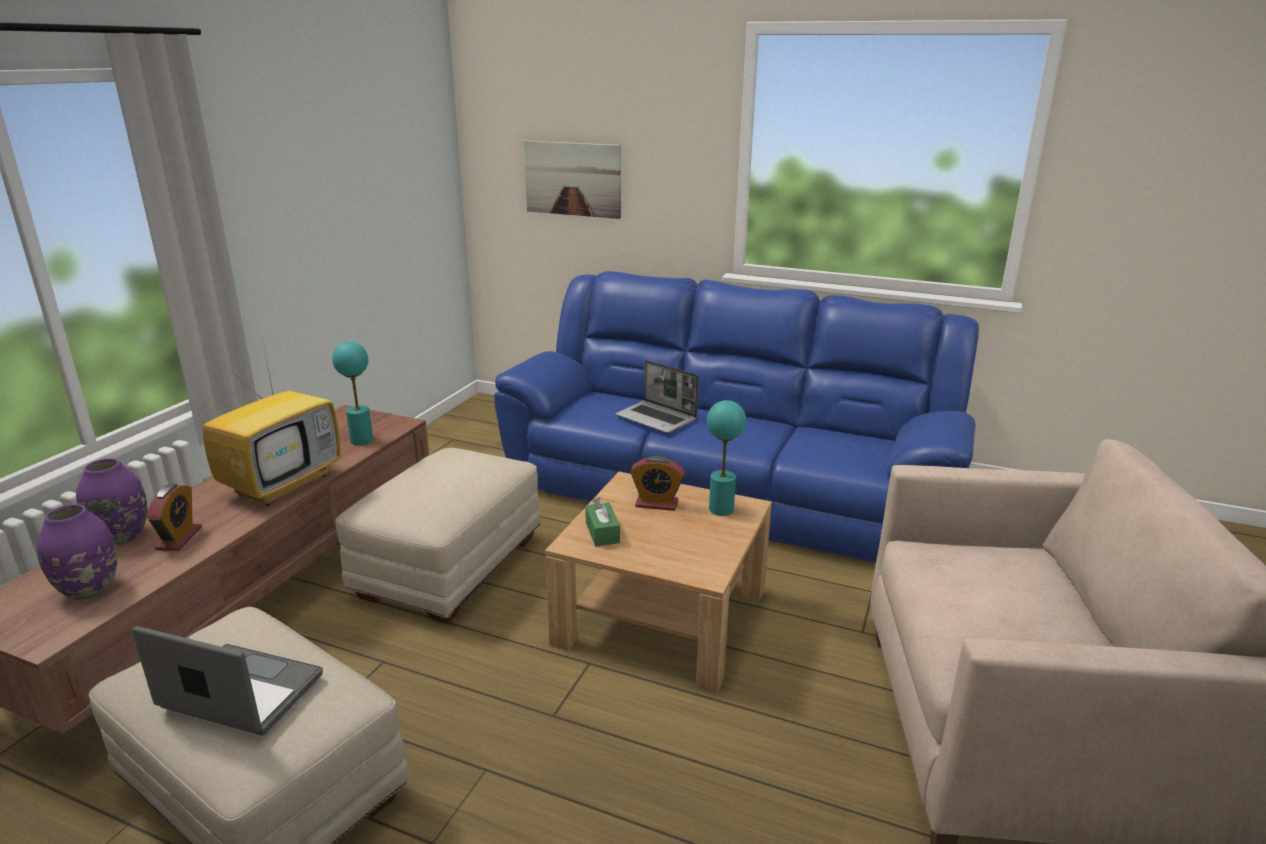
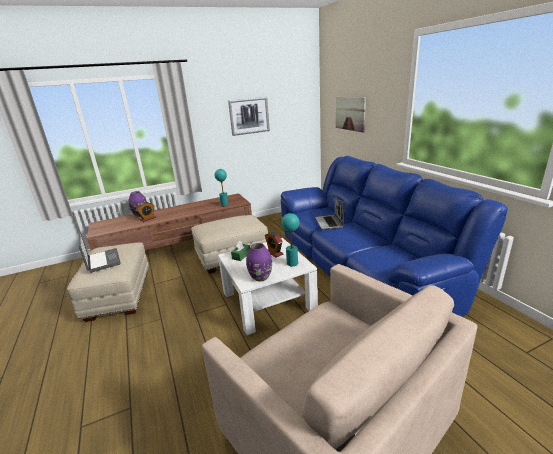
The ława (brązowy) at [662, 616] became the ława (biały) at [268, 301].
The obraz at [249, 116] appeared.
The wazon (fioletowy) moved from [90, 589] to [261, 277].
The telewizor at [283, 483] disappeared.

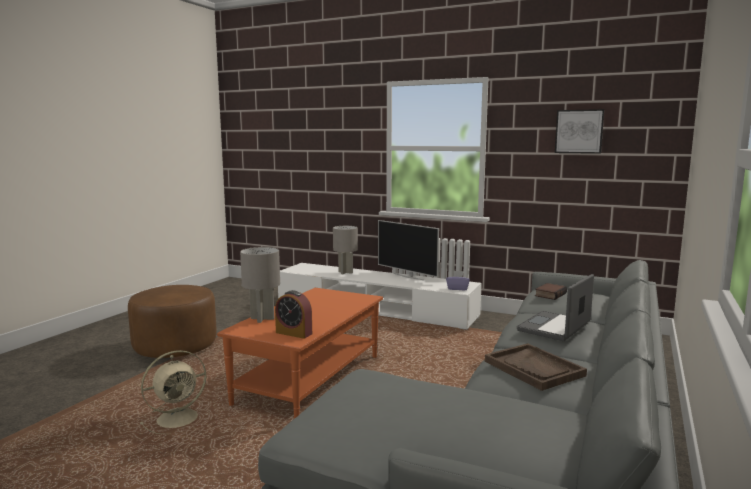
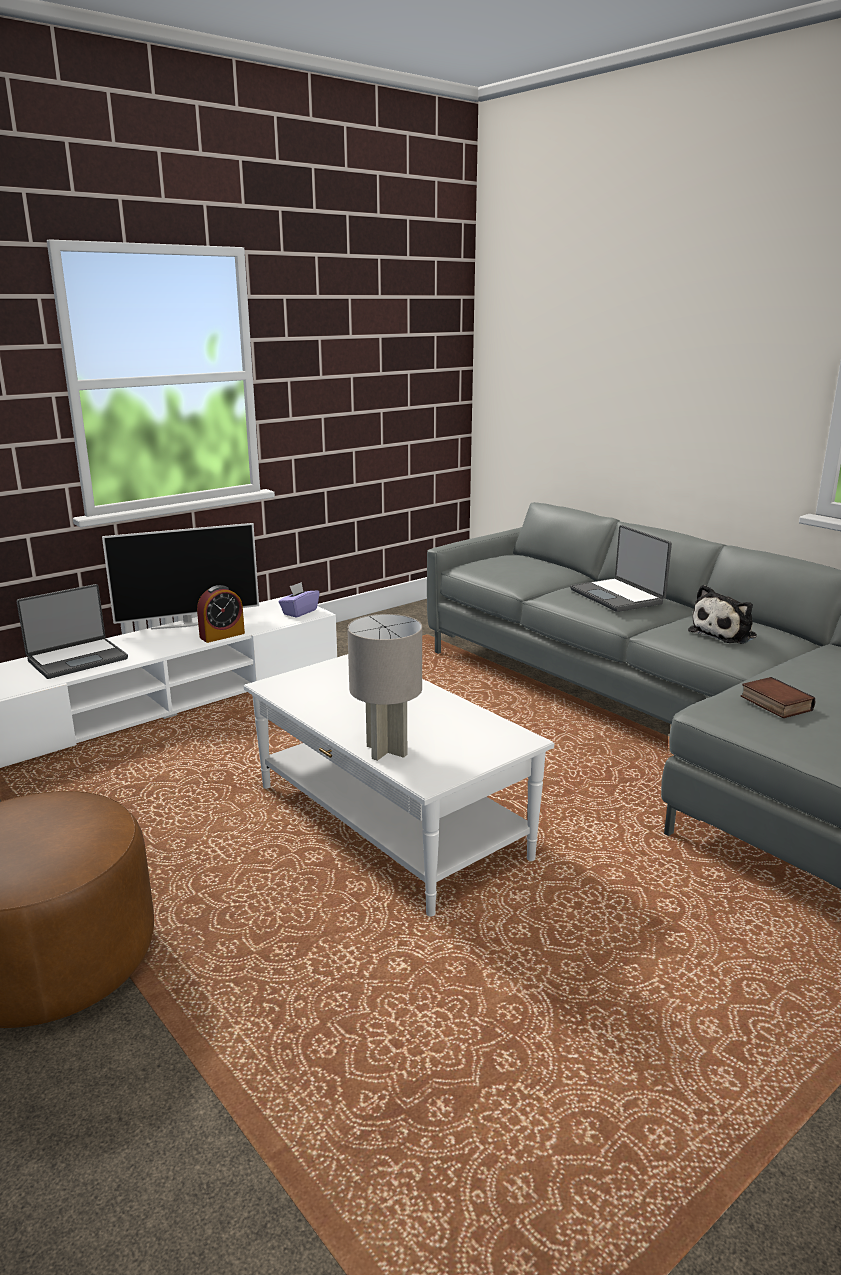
The lampa stołowa (szary) at [346, 272] was replaced by the laptop at [77, 659].
The budzik moved from [294, 333] to [222, 635].
The ława (pomarańczowy) at [309, 380] became the ława (biały) at [391, 822].
The taca (brązowy) at [534, 368] was replaced by the pluszak at [725, 633].
The książka moved from [549, 294] to [774, 703].
The wentylator (beżowy) at [179, 418] disappeared.
The obraz at [579, 131] disappeared.

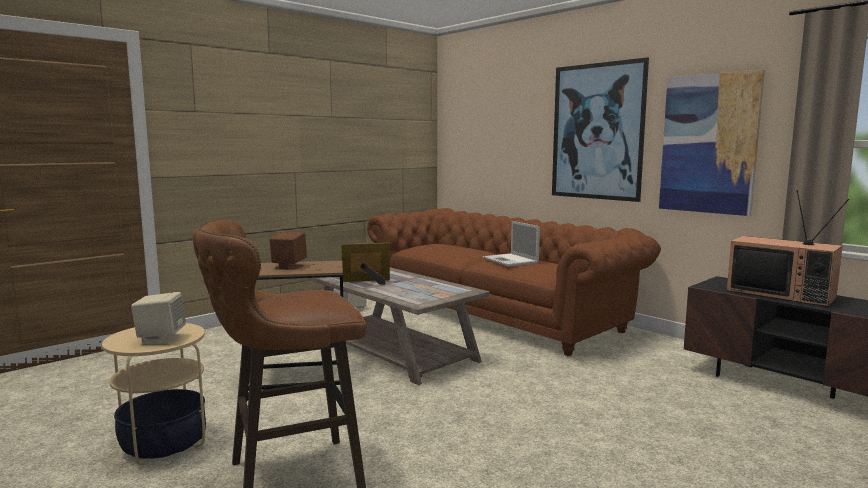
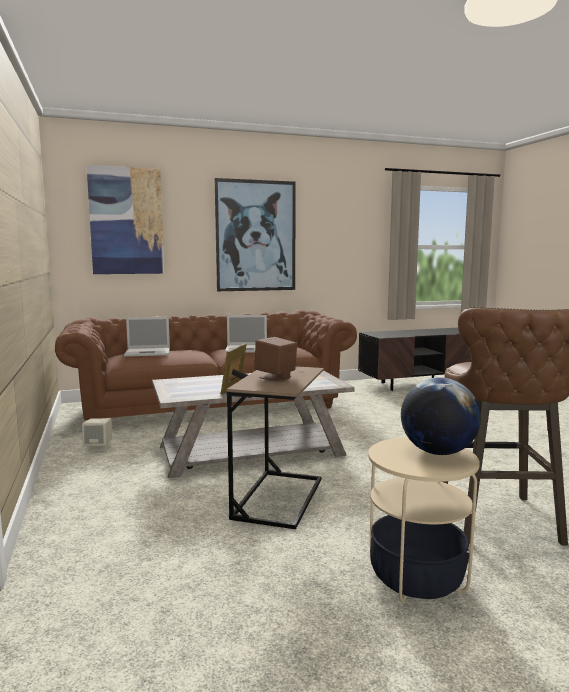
The obraz moved from [709, 144] to [126, 221].
The laptop at [148, 352] appeared.
The głośnik (beżowy) at [161, 339] was replaced by the globus at [438, 452].
The telewizor at [782, 294] disappeared.

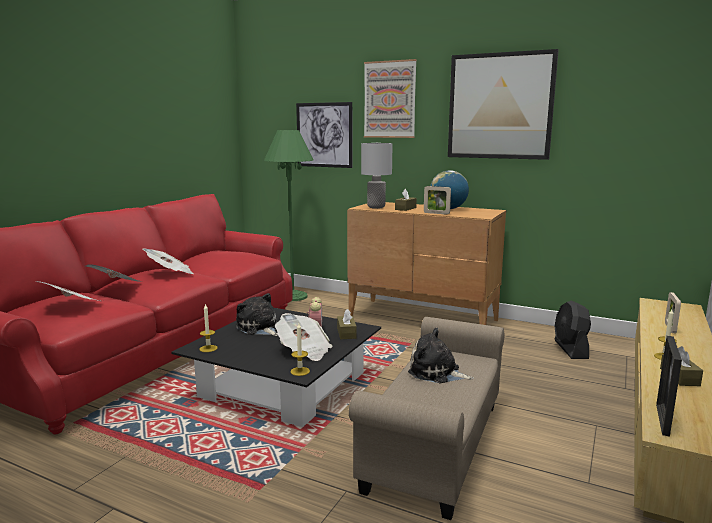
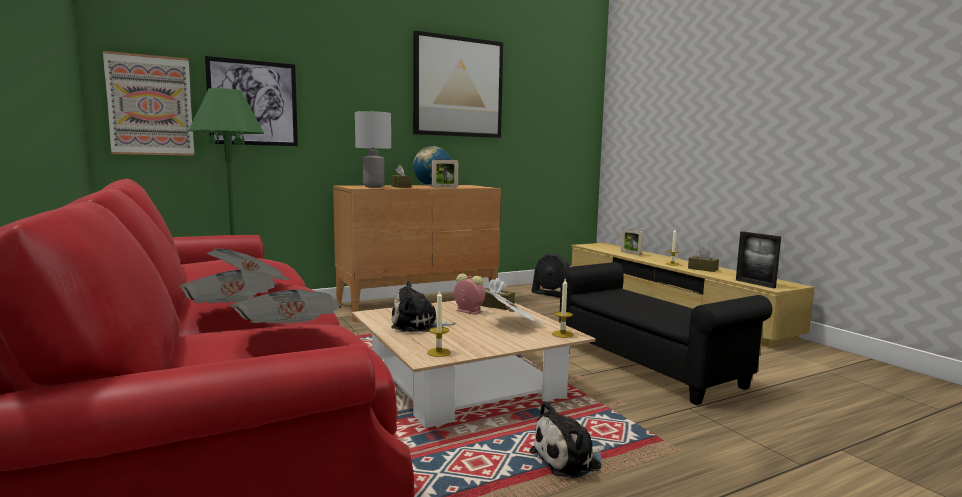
The obraz moved from [389, 99] to [150, 105].
The ława (czarny) at [284, 384] became the ława (beżowy) at [463, 383].
The pluszak moved from [437, 372] to [569, 459].
The pufa (beżowy) at [435, 445] became the pufa (czarny) at [647, 364].

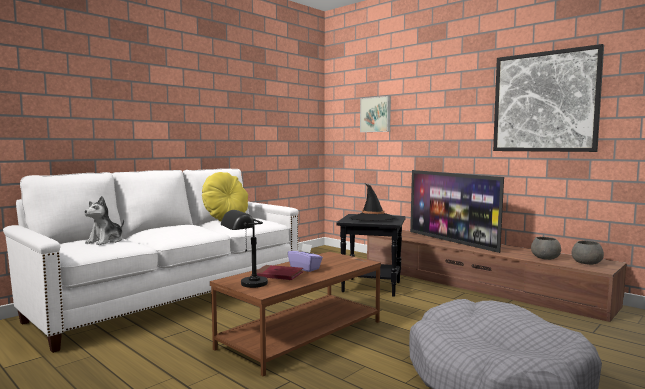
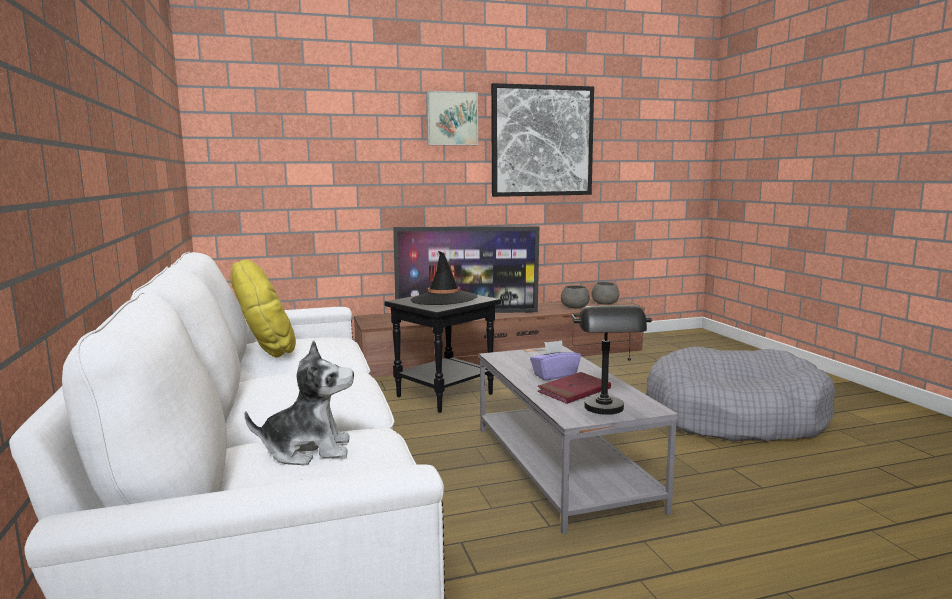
The pluszak at [106, 241] turned 60 degrees counterclockwise.
The obraz moved from [376, 114] to [451, 118].
The ława (brązowy) at [302, 334] became the ława (szary) at [561, 466].

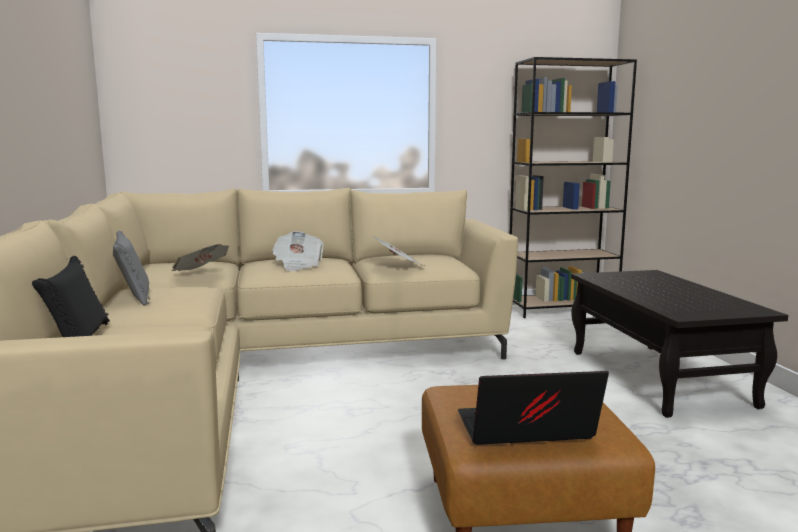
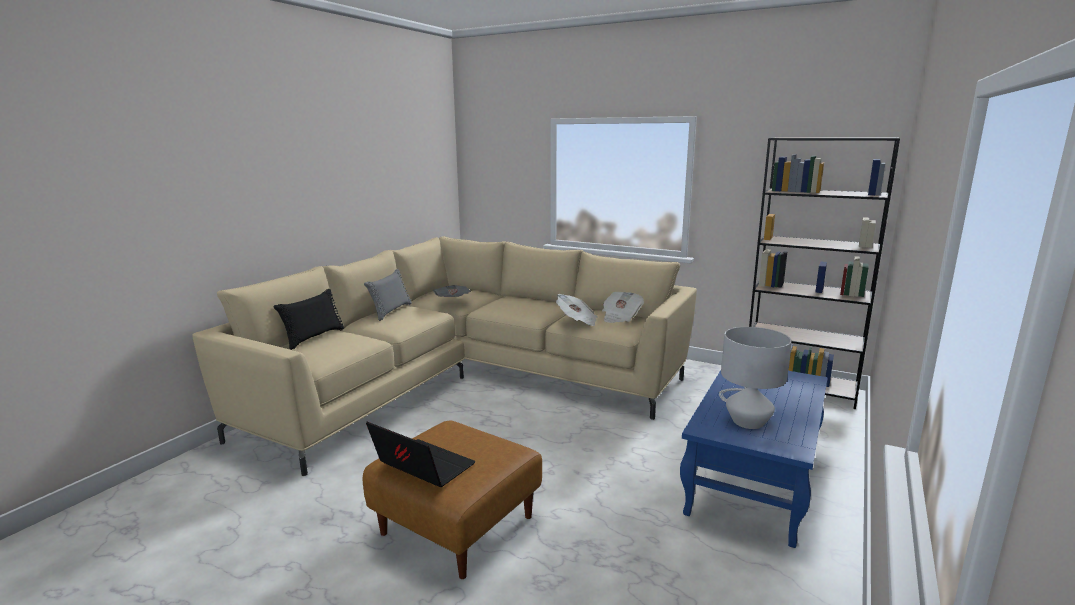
The gazeta moved from [298, 265] to [620, 317].
The ława (czarny) at [657, 377] became the ława (niebieski) at [753, 481].
The lampa stołowa (biały) at [745, 412] appeared.

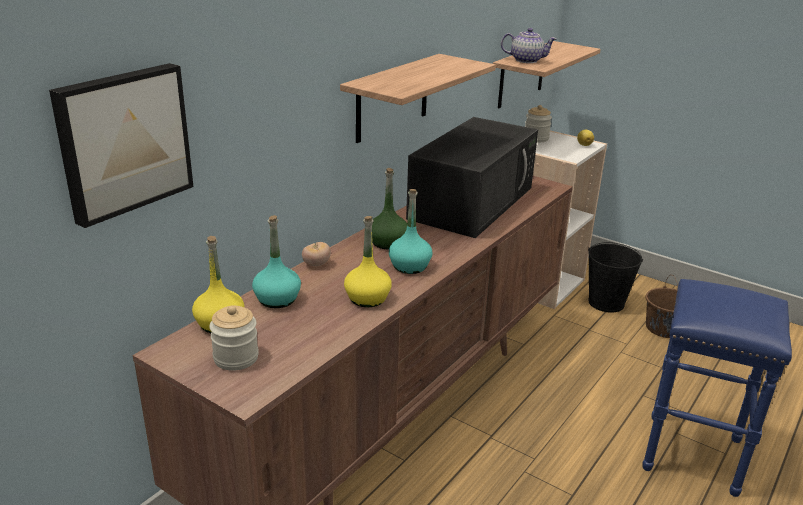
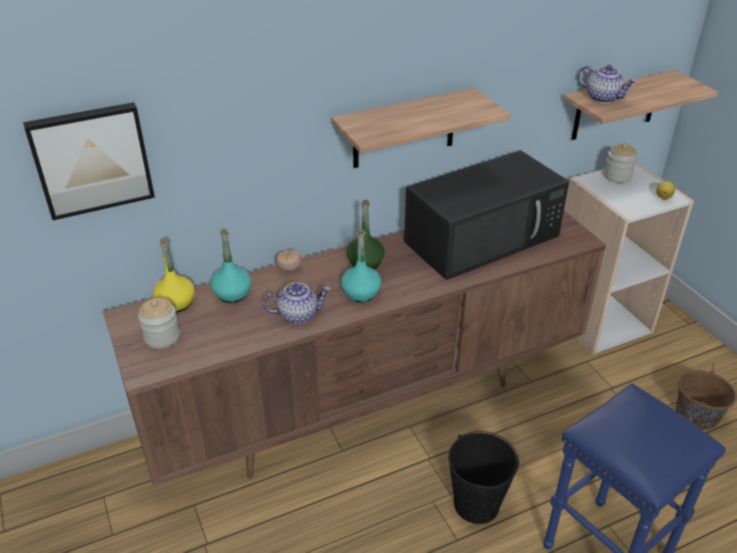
The butelka (żółty) at [367, 298] was replaced by the imbryk at [298, 315].
The wiadro (czarny) moved from [606, 303] to [476, 504].

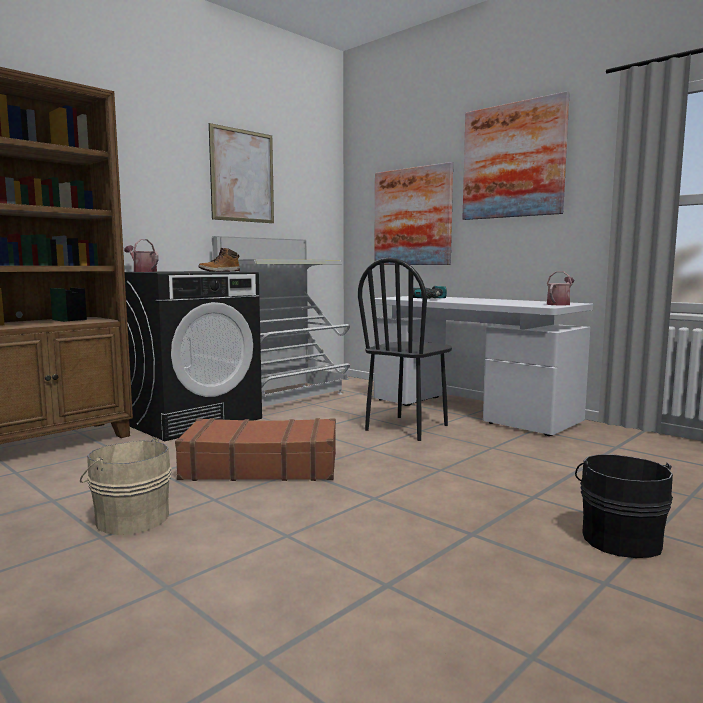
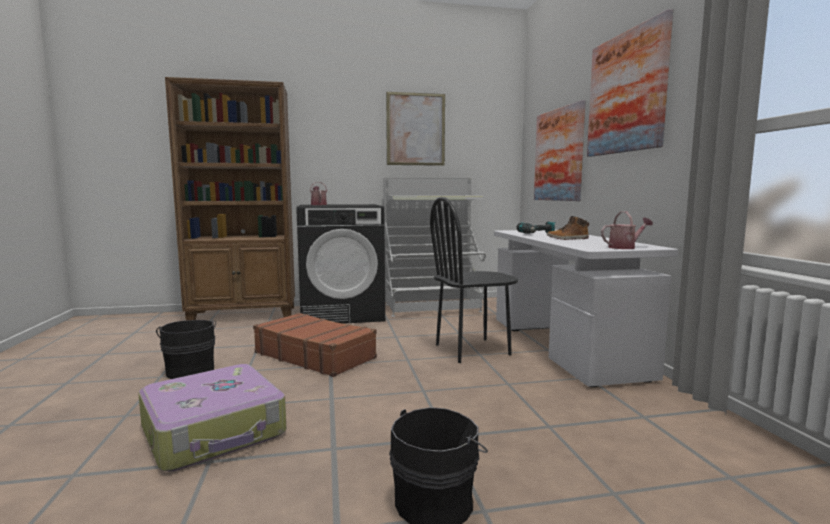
The walizka at [215, 431] appeared.
The wiadro (beżowy) at [130, 519] became the wiadro (czarny) at [190, 370].
The but z cholewką moved from [220, 271] to [567, 239].

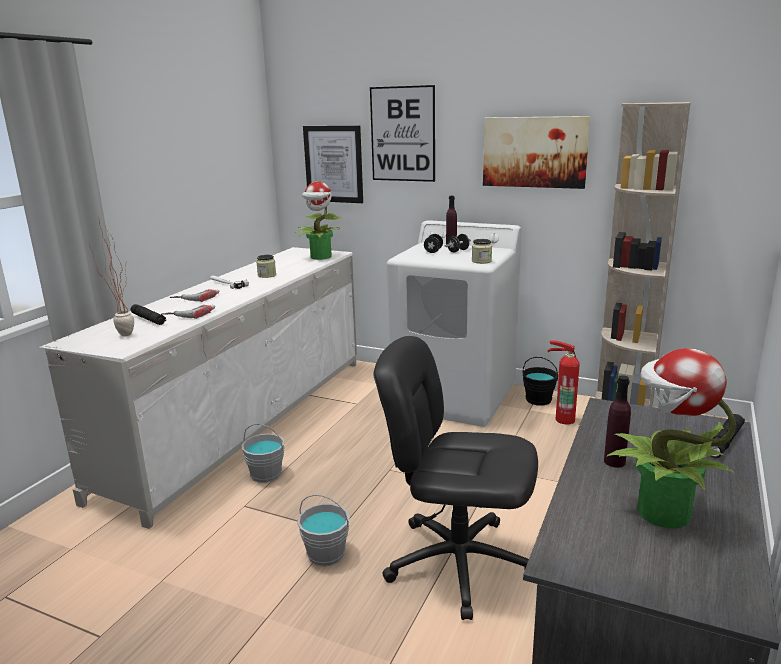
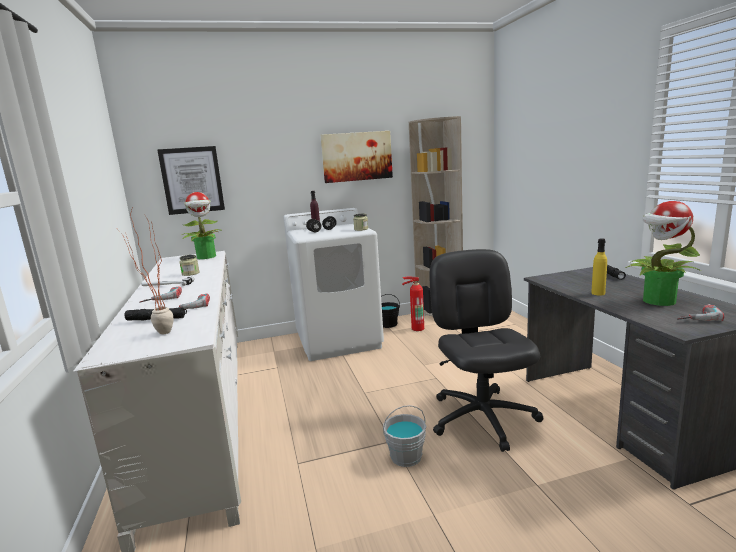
The krzesło biurowe (czarny) at [458, 562] turned 105 degrees clockwise.
The butelka (fioletowy) at [614, 462] became the butelka (żółty) at [598, 293].
The wiertarka at [694, 316] appeared.
The wiadro (szary) at [265, 474] disappeared.
The obraz at [403, 134] disappeared.

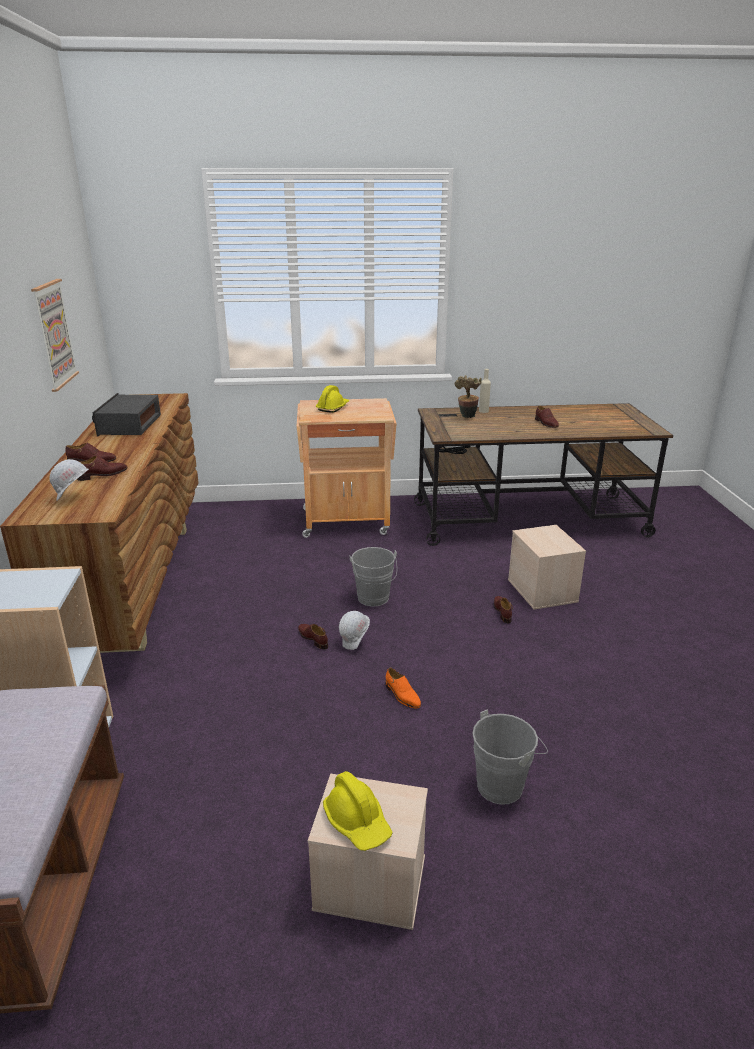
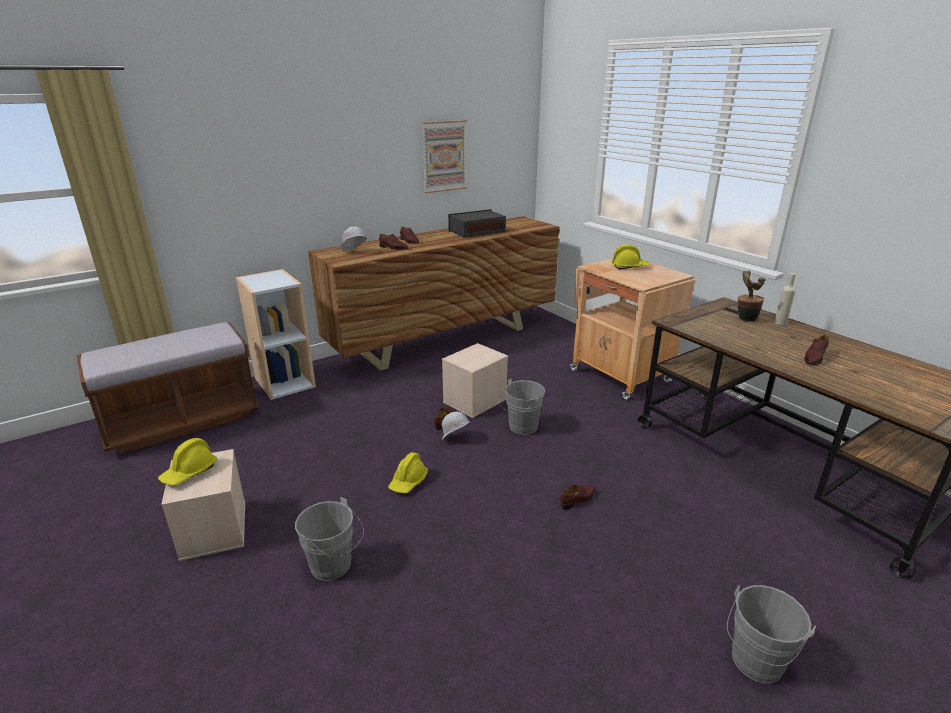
The but (pomarańczowy) at [402, 696] was replaced by the kask (żółty) at [408, 481].
The pojemnik do przechowywania (beżowy) moved from [543, 591] to [475, 401].
The wiadro (szary) at [754, 665] appeared.

